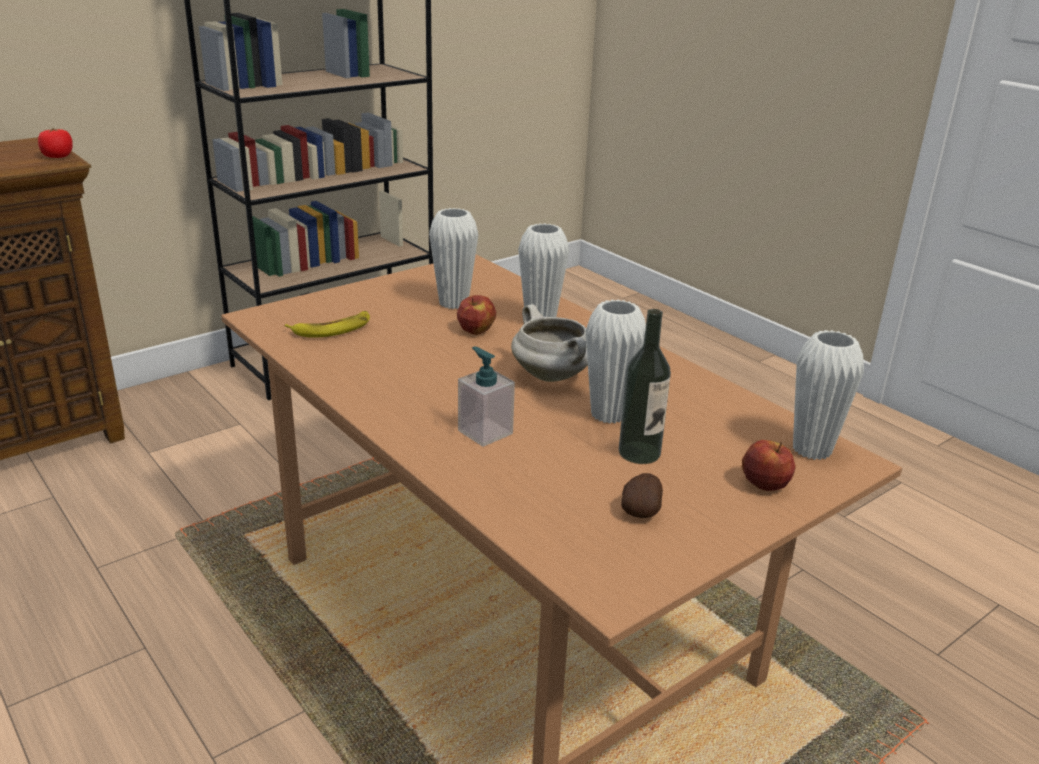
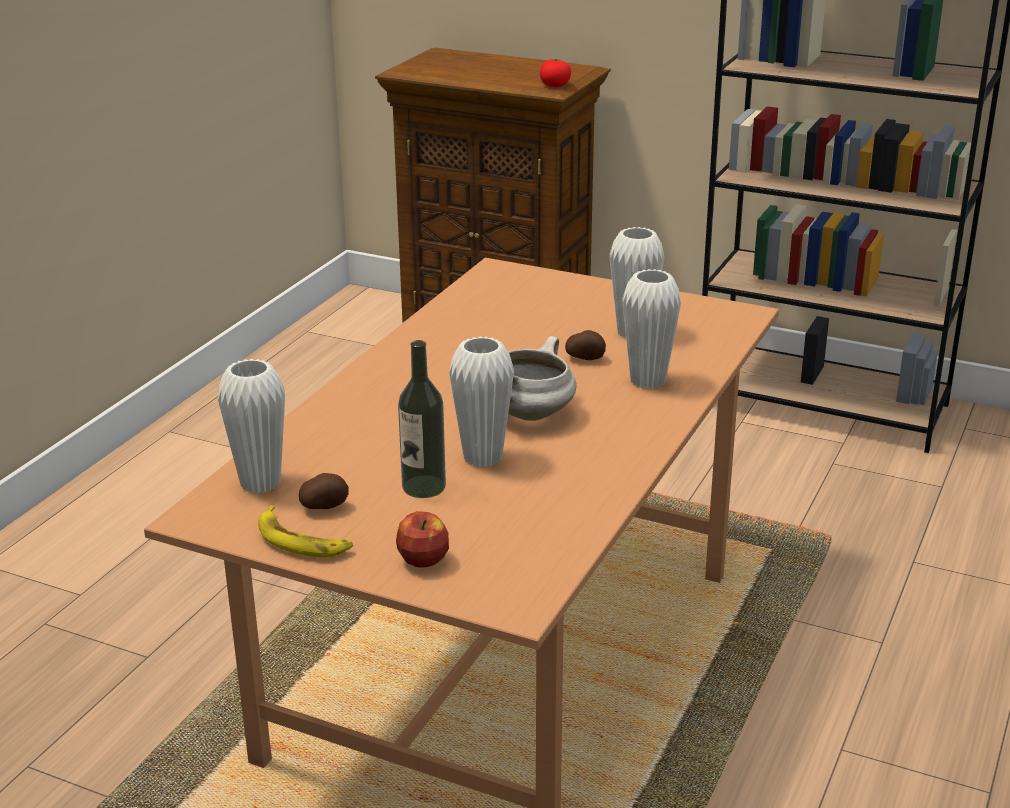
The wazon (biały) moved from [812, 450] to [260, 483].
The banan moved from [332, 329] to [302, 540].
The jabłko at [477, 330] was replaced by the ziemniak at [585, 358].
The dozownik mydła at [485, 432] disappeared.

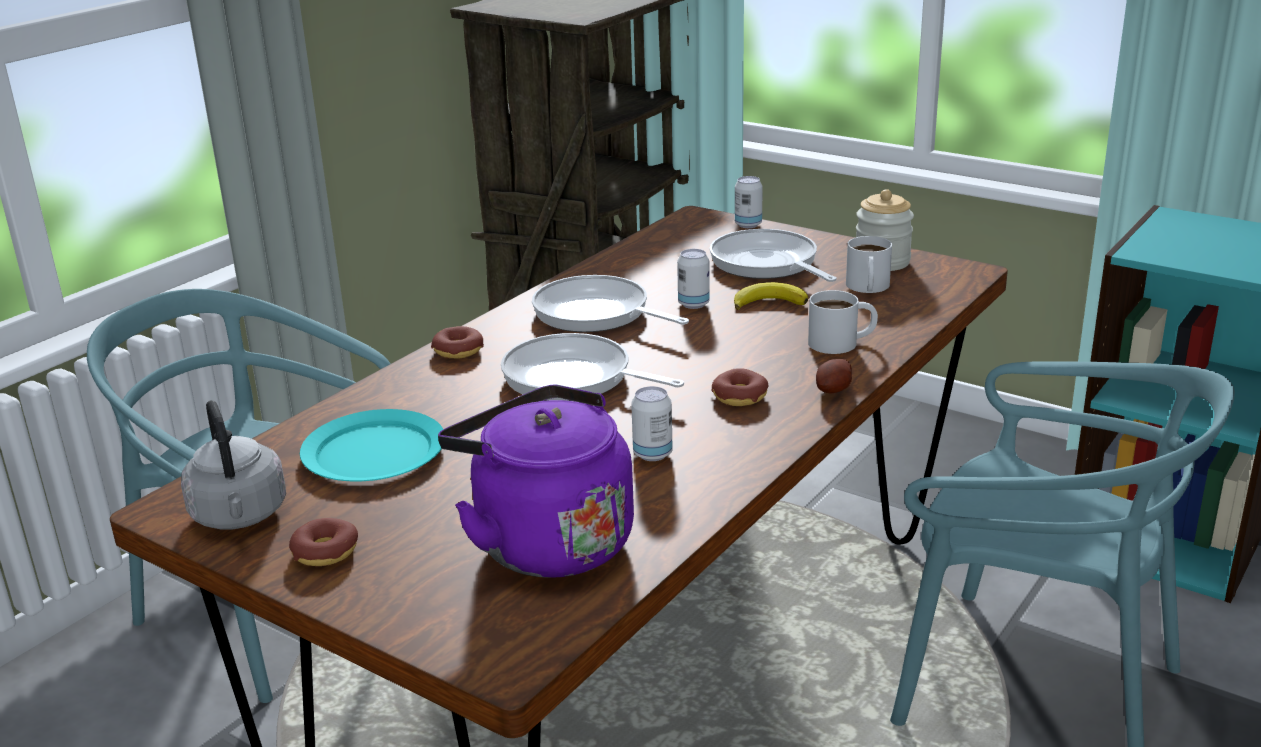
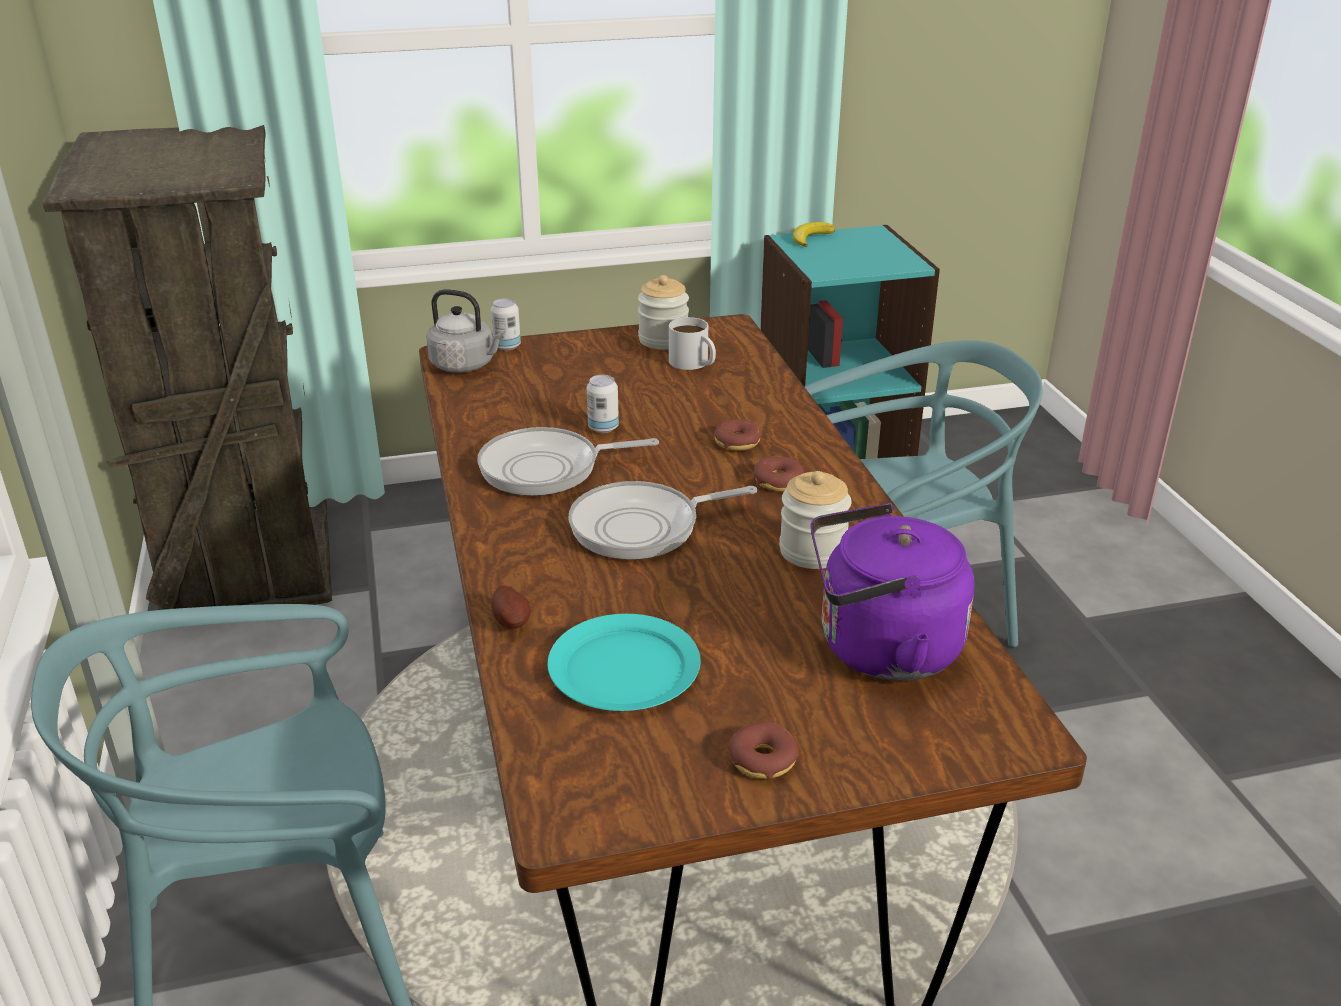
The czajnik (szary) moved from [240, 516] to [466, 365].
The ziemniak moved from [835, 391] to [512, 621].
The donut moved from [458, 351] to [737, 442].
The puszka at [652, 454] was replaced by the słoik at [812, 551].
The banan moved from [769, 302] to [810, 238].
The patelnia at [767, 264] disappeared.
The kubek (biały) at [842, 342] disappeared.

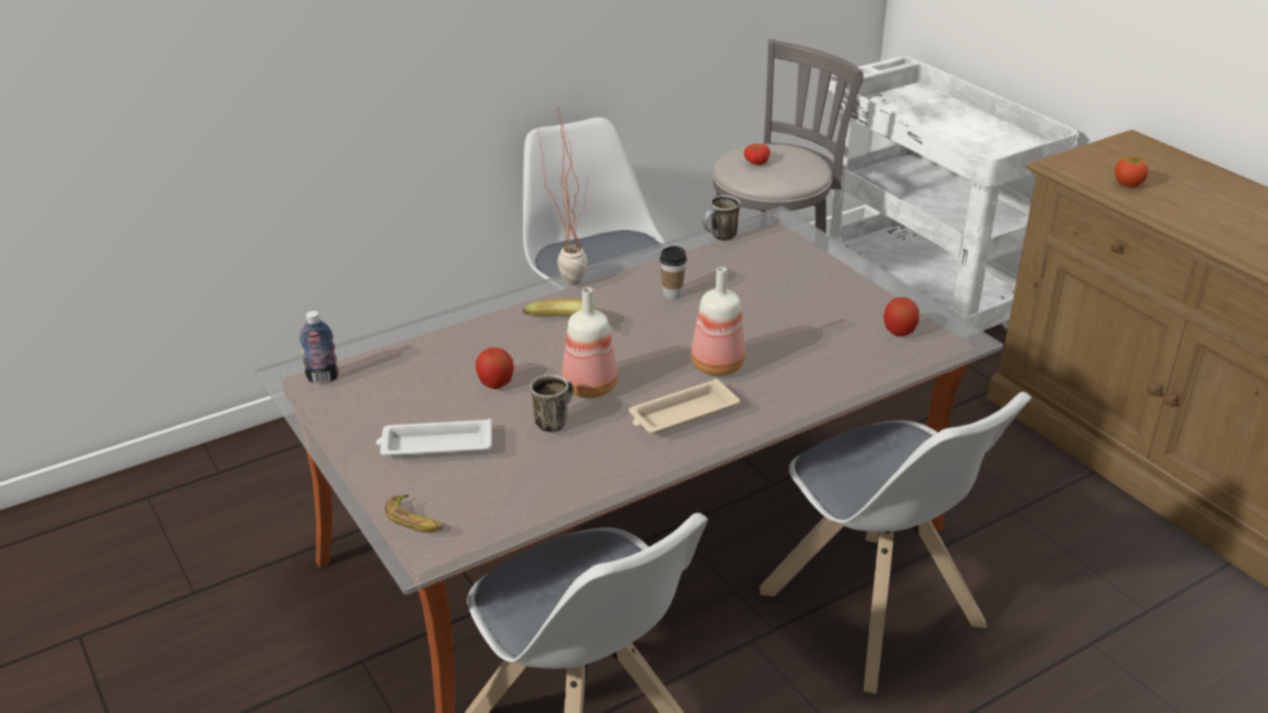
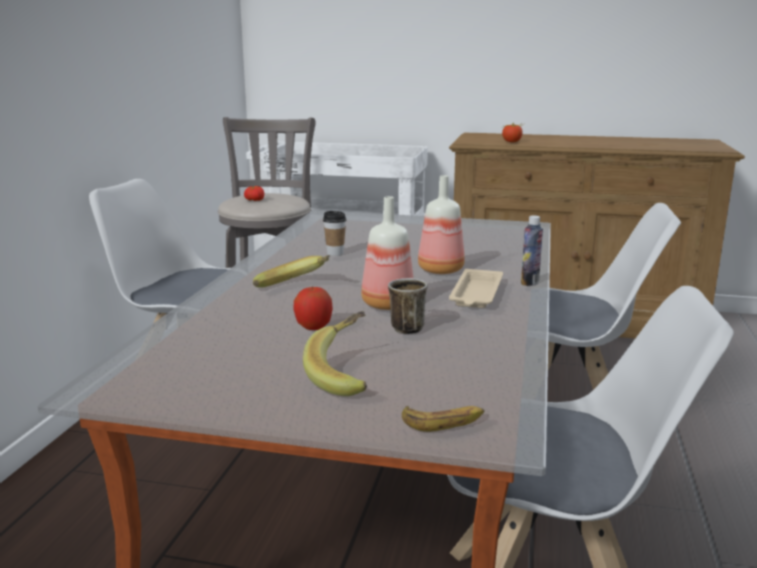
The taca (biały) at [435, 445] was replaced by the banan at [348, 375].
The butelka moved from [323, 378] to [530, 282].
The roślina doniczkowa at [568, 278] disappeared.
The kubek at [720, 237] disappeared.
The jabłko at [899, 332] disappeared.

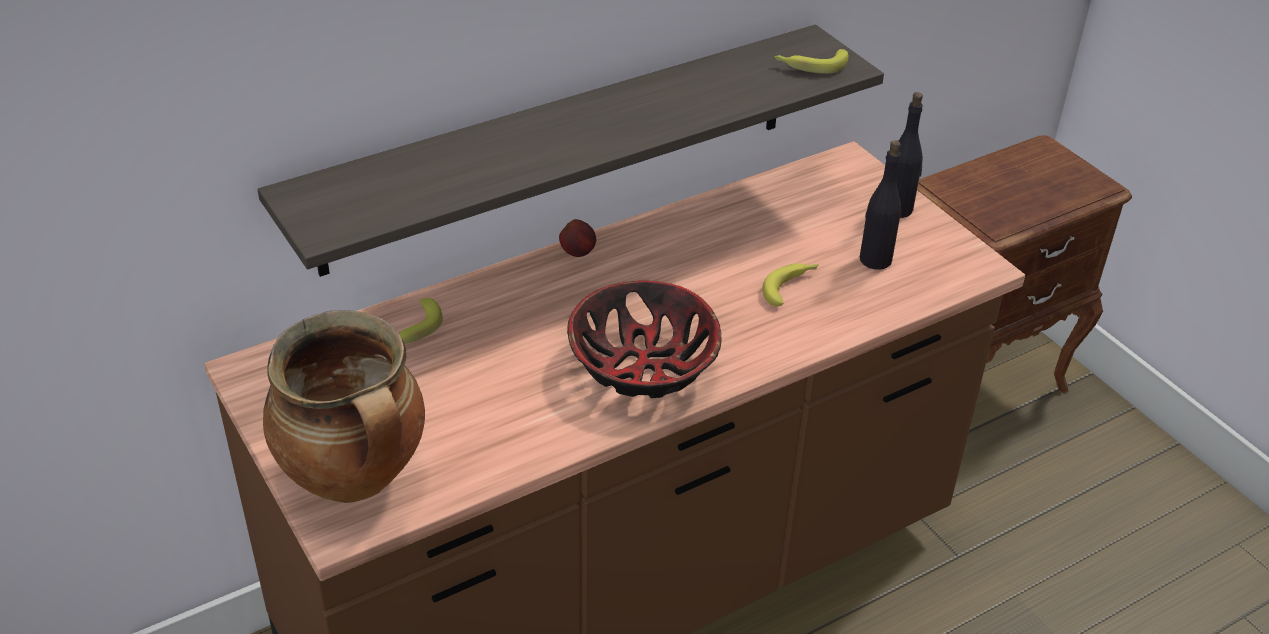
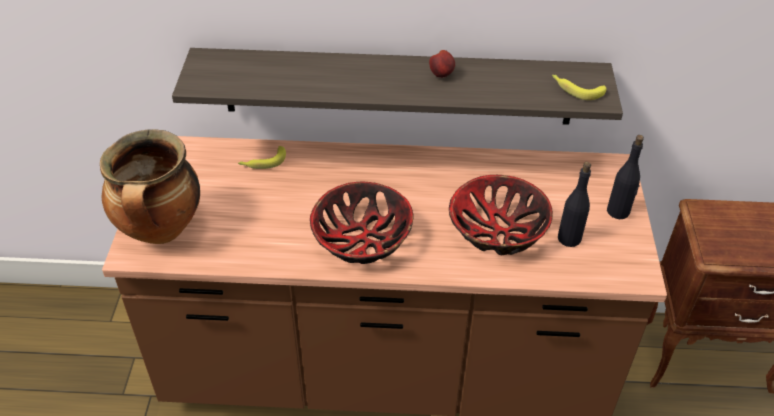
The jabłko moved from [578, 252] to [442, 75].
The banan at [791, 287] was replaced by the miska at [497, 231].

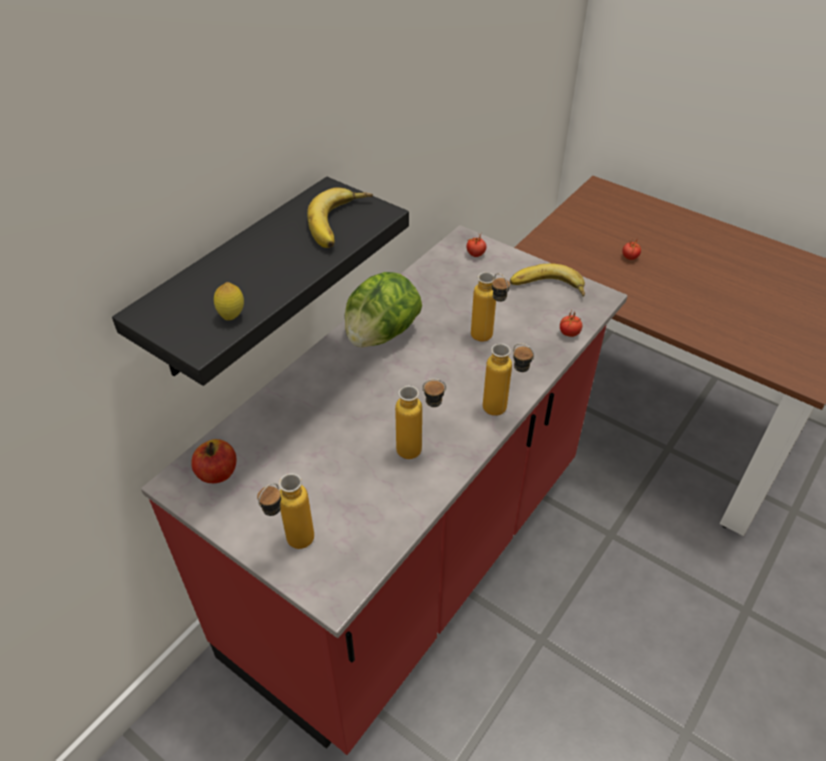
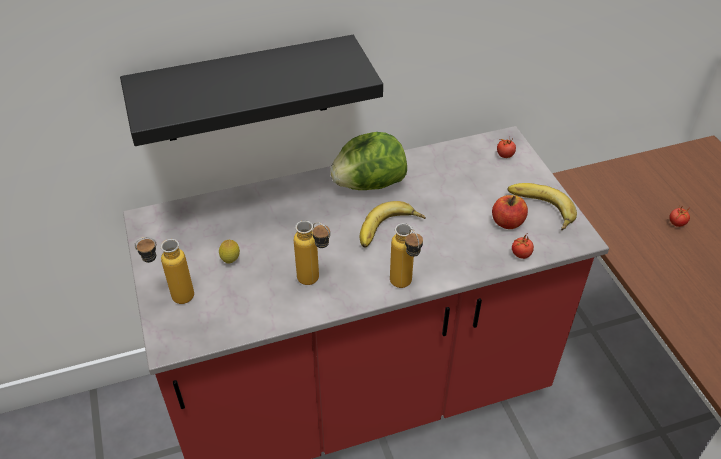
The cytryna moved from [232, 317] to [231, 261].
The banan moved from [342, 223] to [390, 231].
The jabłko moved from [217, 473] to [507, 222].
The butelka at [487, 340] disappeared.

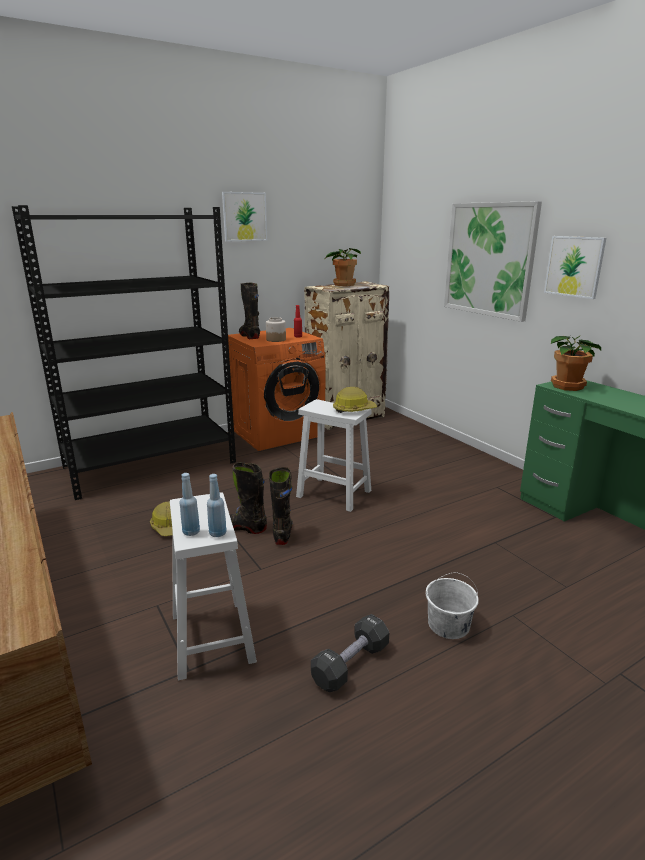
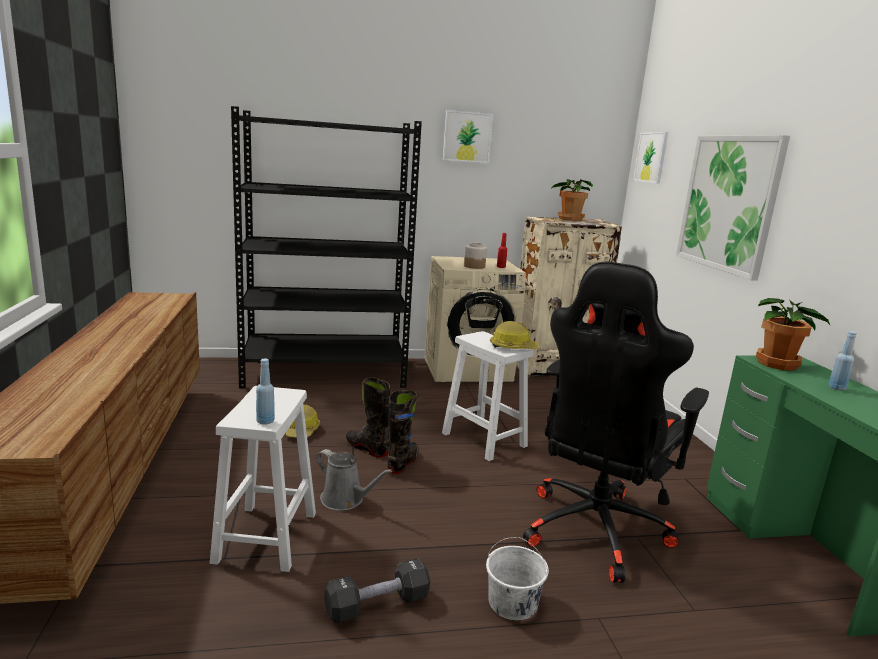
The konewka (szary) at [345, 500] appeared.
The pralka (pomarańczowy) at [278, 435] became the pralka (beżowy) at [467, 371].
The krzesło biurowe (czarny) at [599, 524] appeared.
The obraz moved from [574, 266] to [651, 157].
The butelka (niebieski) moved from [191, 532] to [837, 388].
The but z cholewką (czarny) at [249, 336] disappeared.

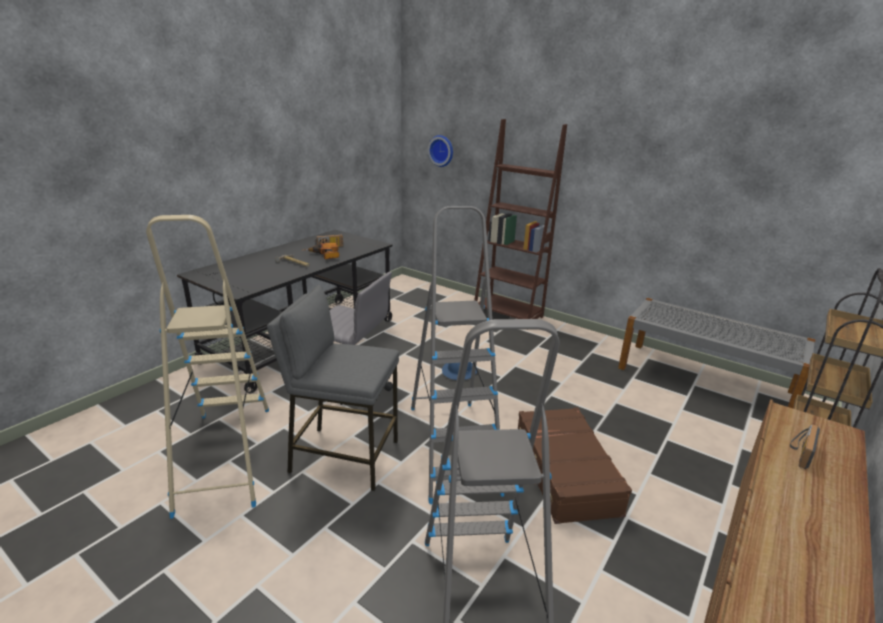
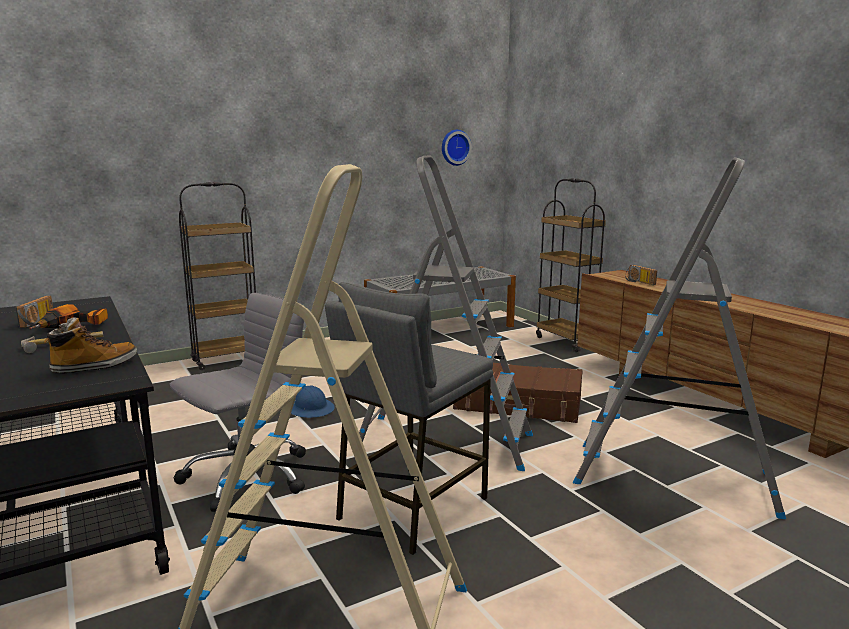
The but z cholewką at [95, 366] appeared.
The regał (brązowy) at [508, 314] was replaced by the wózek (brązowy) at [227, 360].
The zegar ścienny moved from [442, 150] to [454, 147].

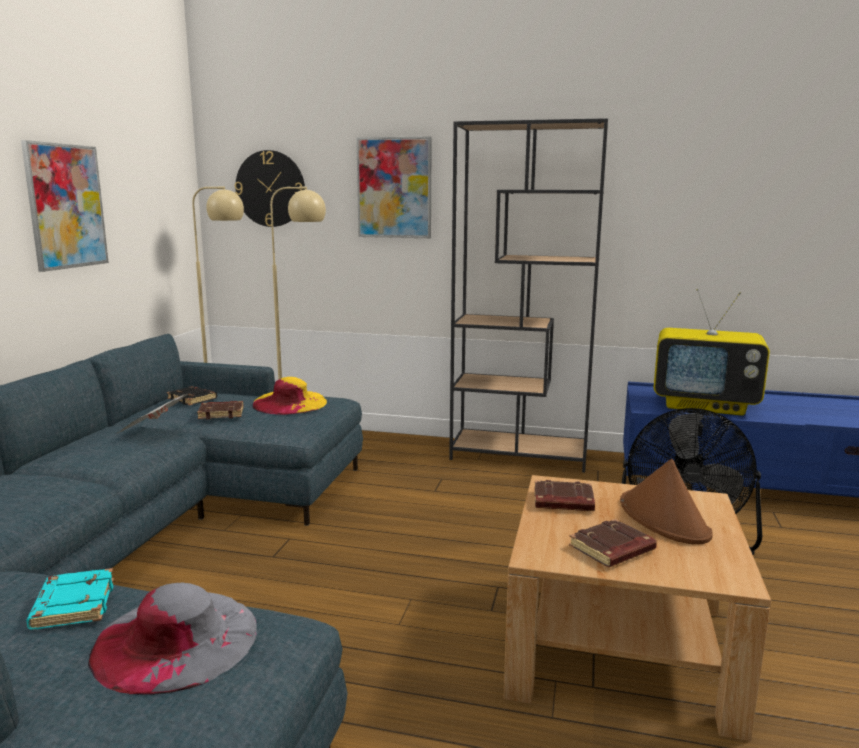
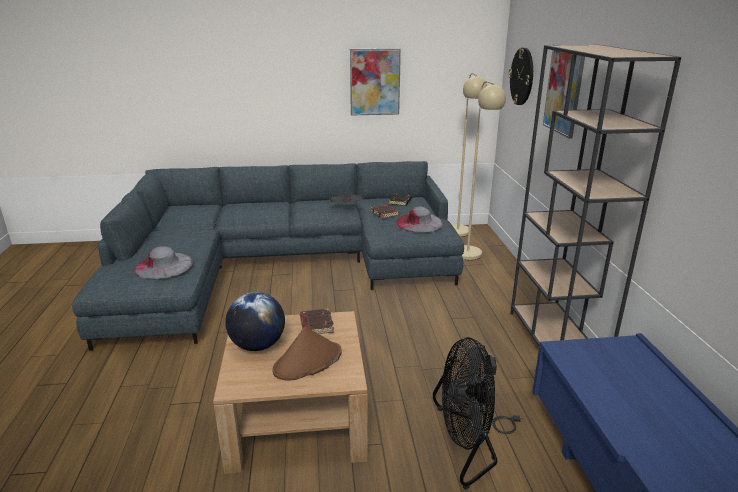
The książka (brązowy) at [612, 549] was replaced by the globus at [258, 345].
The kapelusz (żółty) at [290, 403] became the kapelusz (szary) at [419, 223].
The książka (turkusowy) at [72, 605] disappeared.
The telewizor at [705, 405] disappeared.

